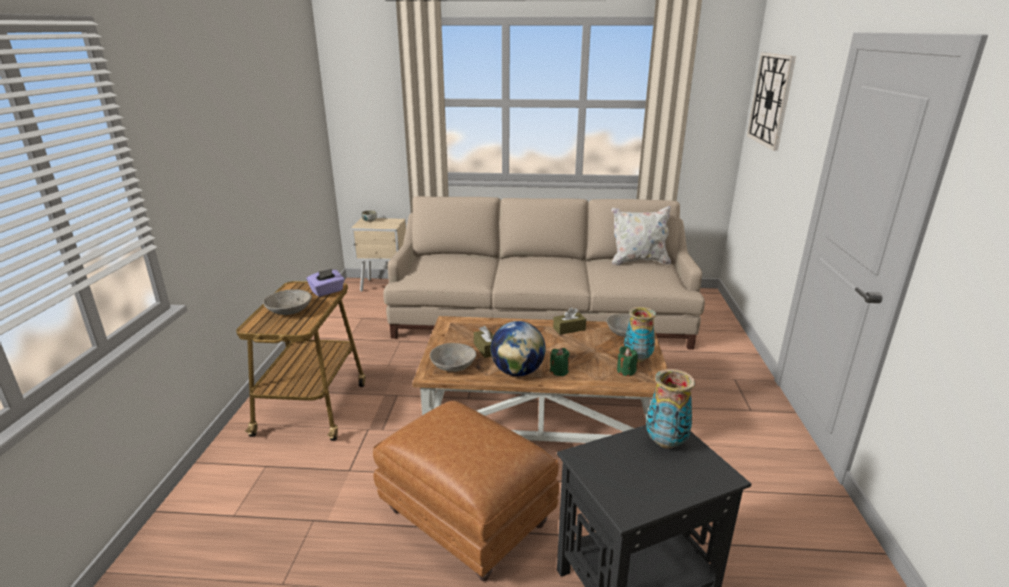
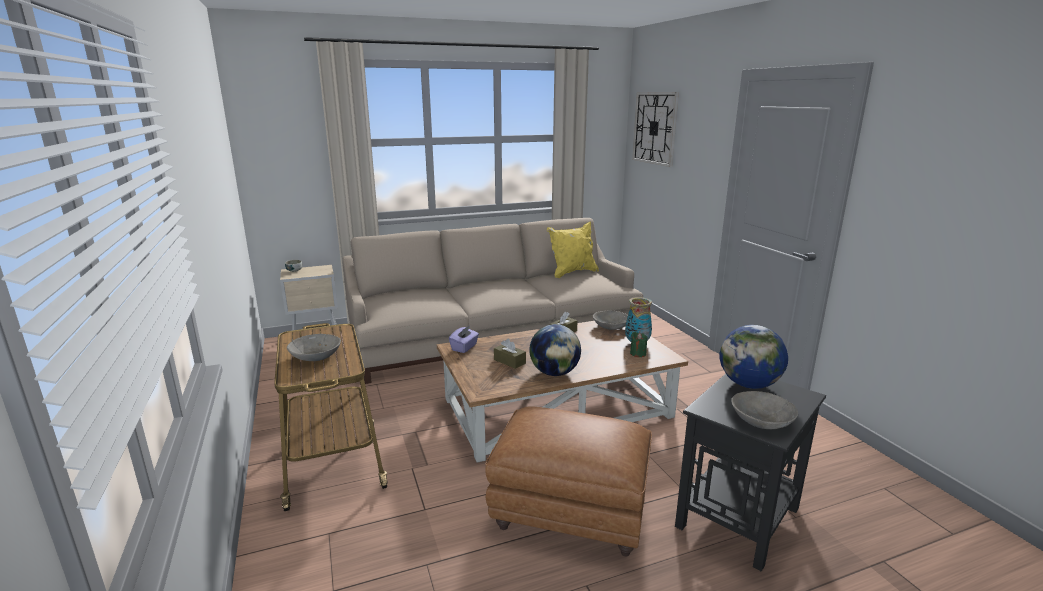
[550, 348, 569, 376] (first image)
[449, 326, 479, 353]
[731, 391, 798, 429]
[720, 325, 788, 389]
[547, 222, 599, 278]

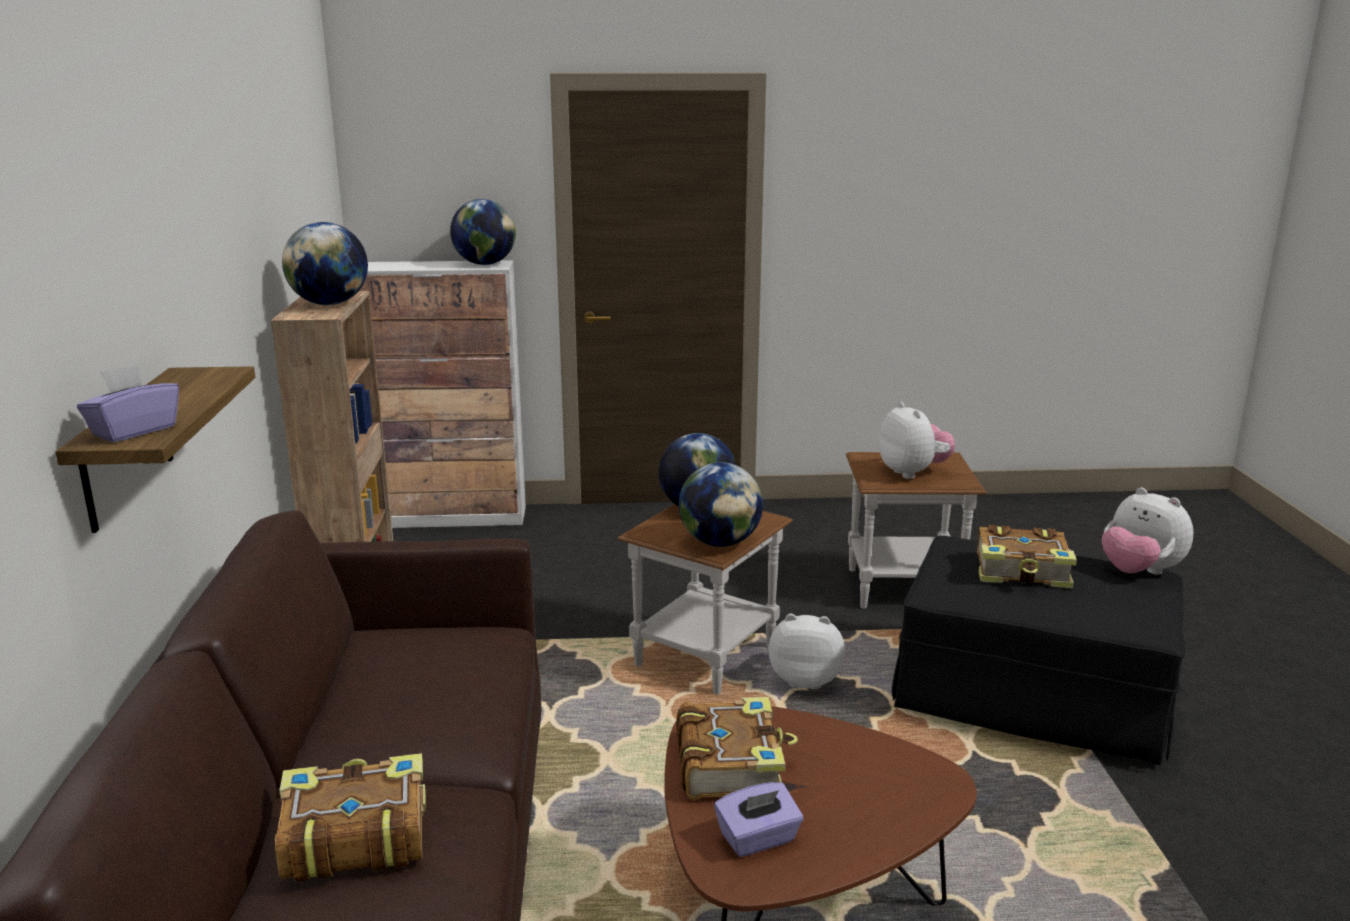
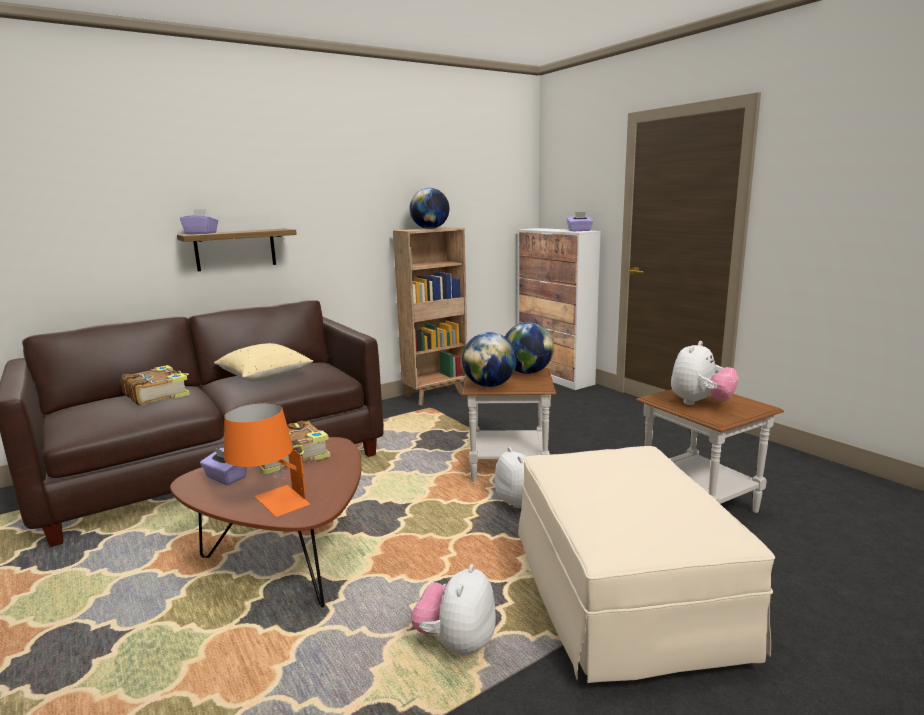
[977, 525, 1077, 588] (first image)
[214, 343, 313, 381]
[224, 403, 310, 517]
[411, 564, 496, 656]
[567, 212, 593, 231]
[518, 446, 775, 683]

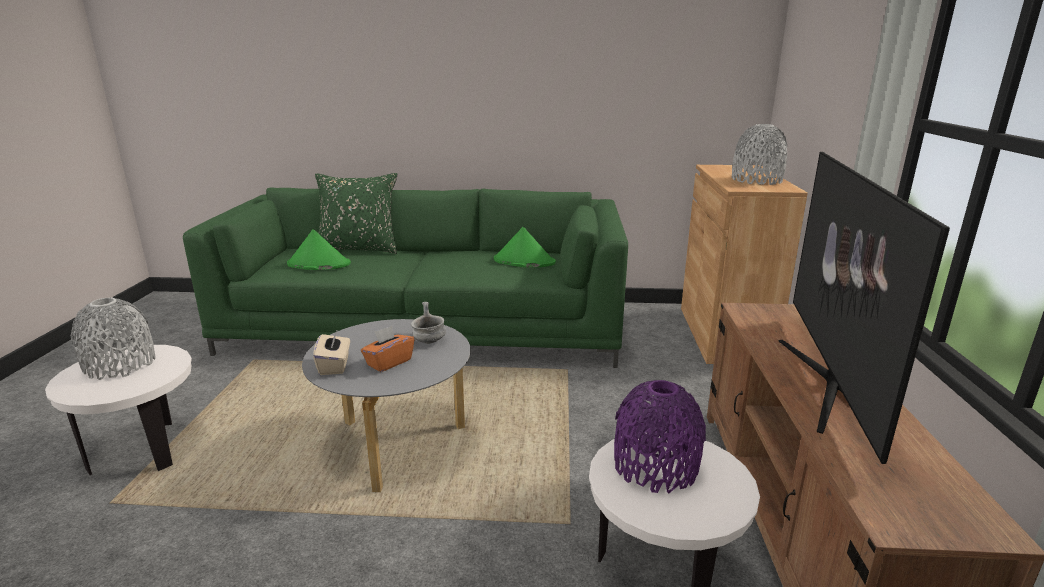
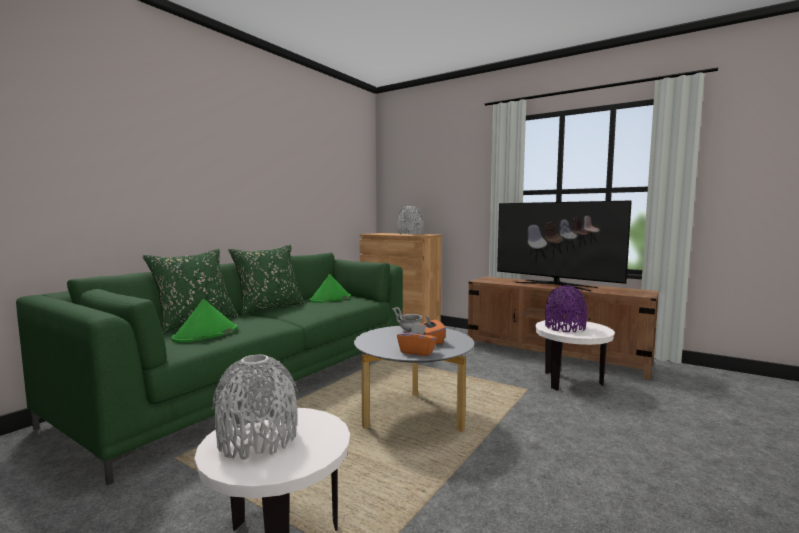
[228, 245, 305, 315]
[397, 324, 437, 356]

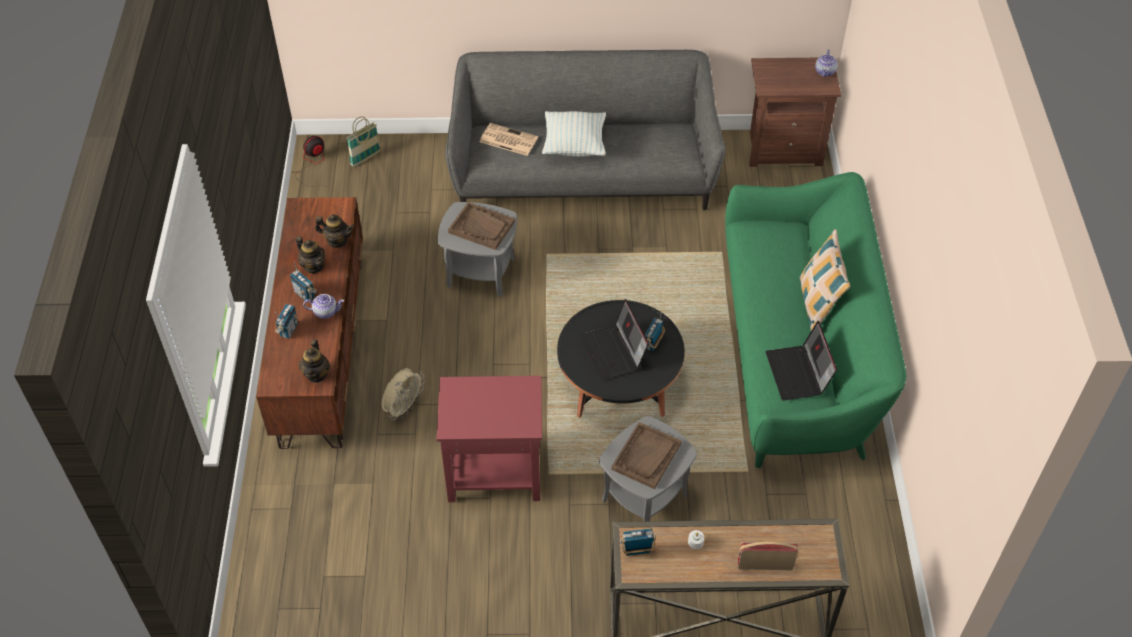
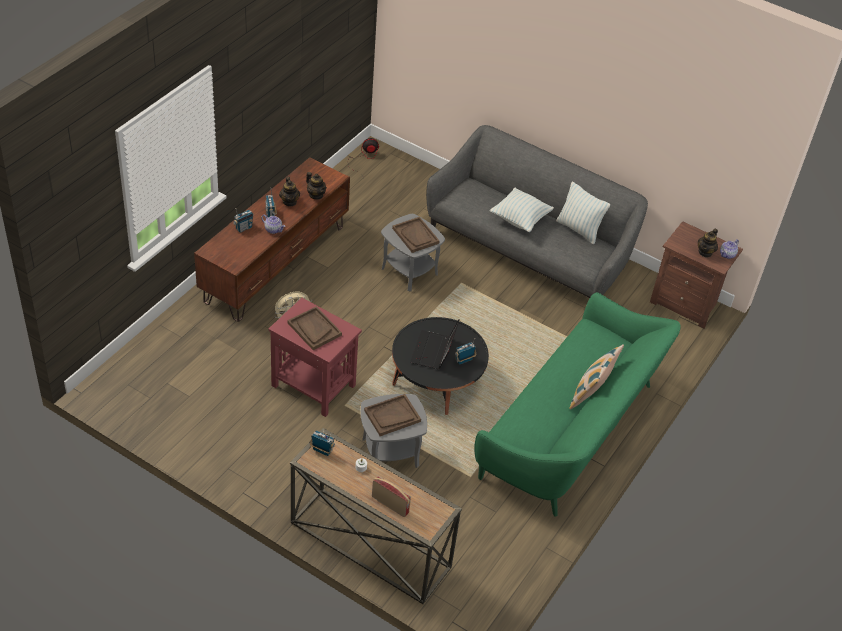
[346, 116, 380, 167] (first image)
[480, 123, 538, 156] (first image)
[765, 321, 837, 401] (first image)
[288, 306, 342, 350]
[556, 182, 610, 244]
[698, 229, 718, 258]

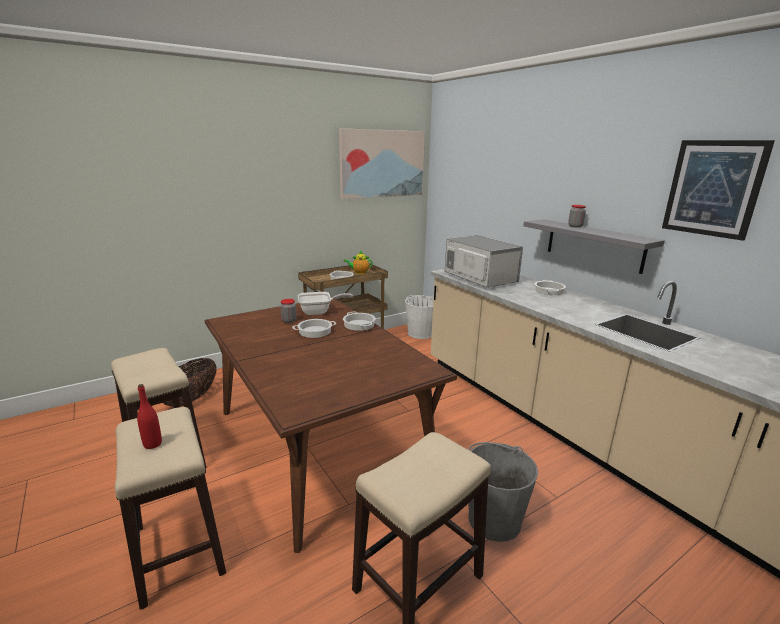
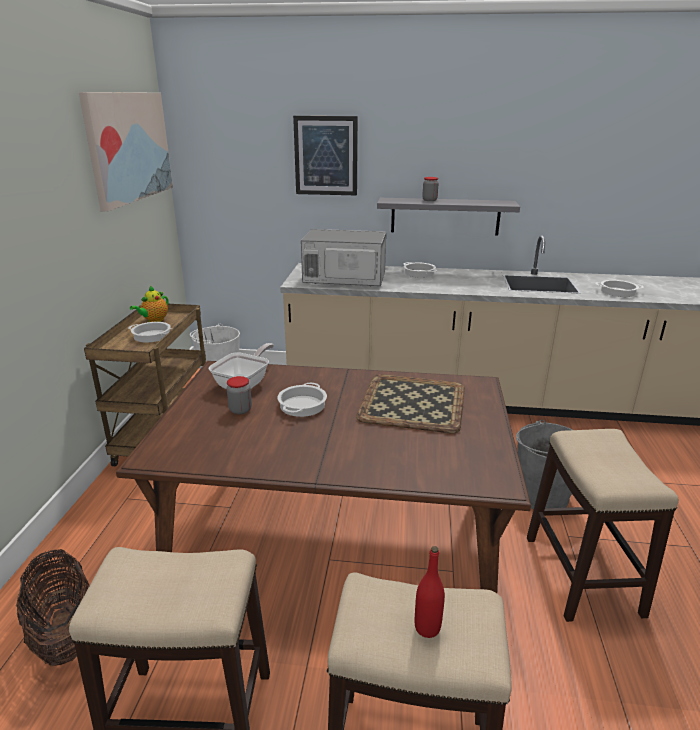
[356, 374, 465, 434]
[595, 280, 644, 297]
[293, 116, 358, 196]

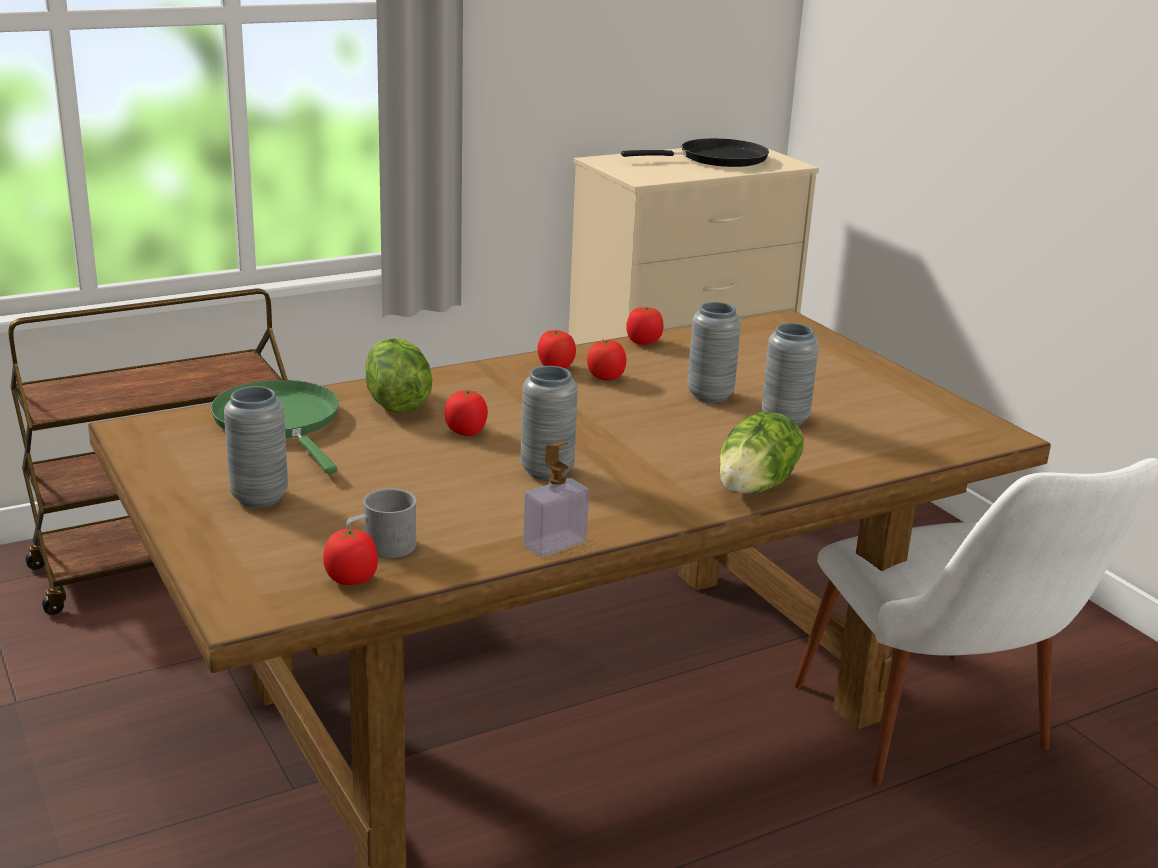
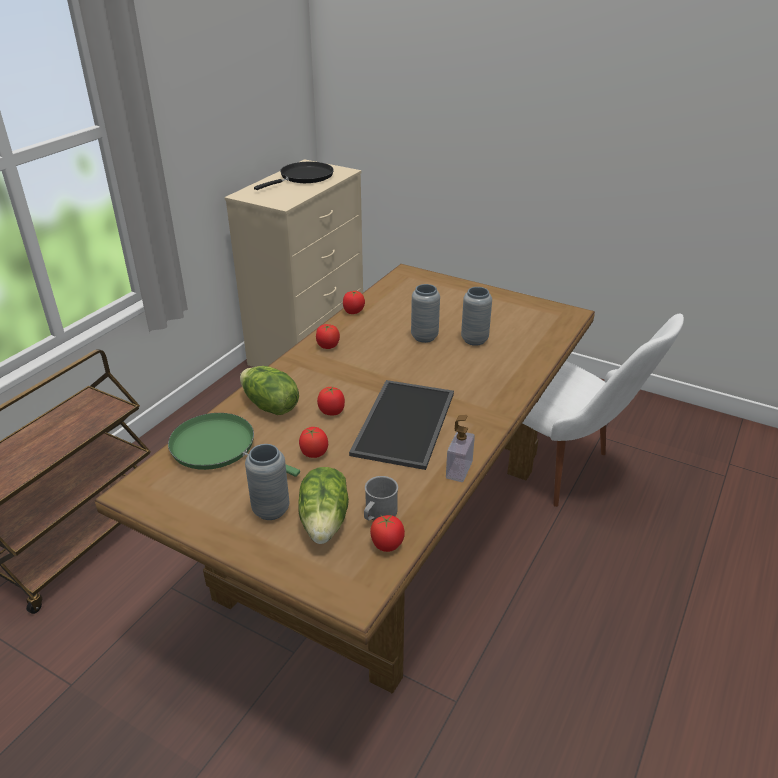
[299, 427, 328, 458]
[298, 467, 349, 544]
[349, 380, 454, 470]

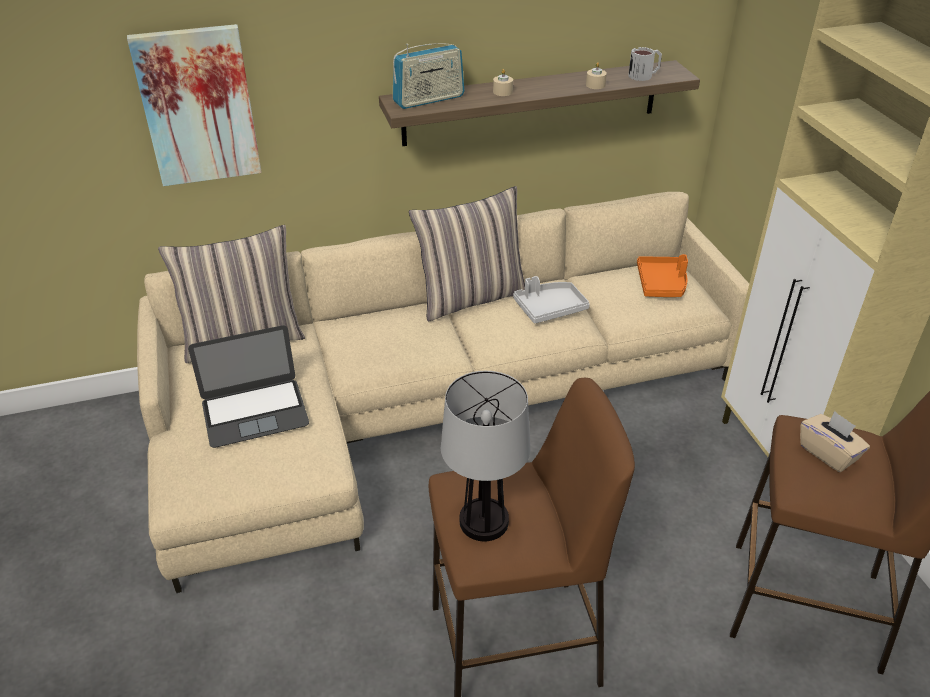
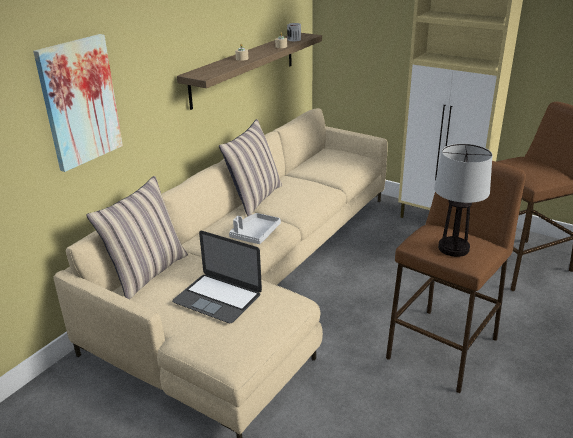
[393, 43, 464, 109] (first image)
[637, 254, 688, 297] (first image)
[800, 411, 870, 472] (first image)
[229, 213, 281, 244]
[172, 231, 262, 323]

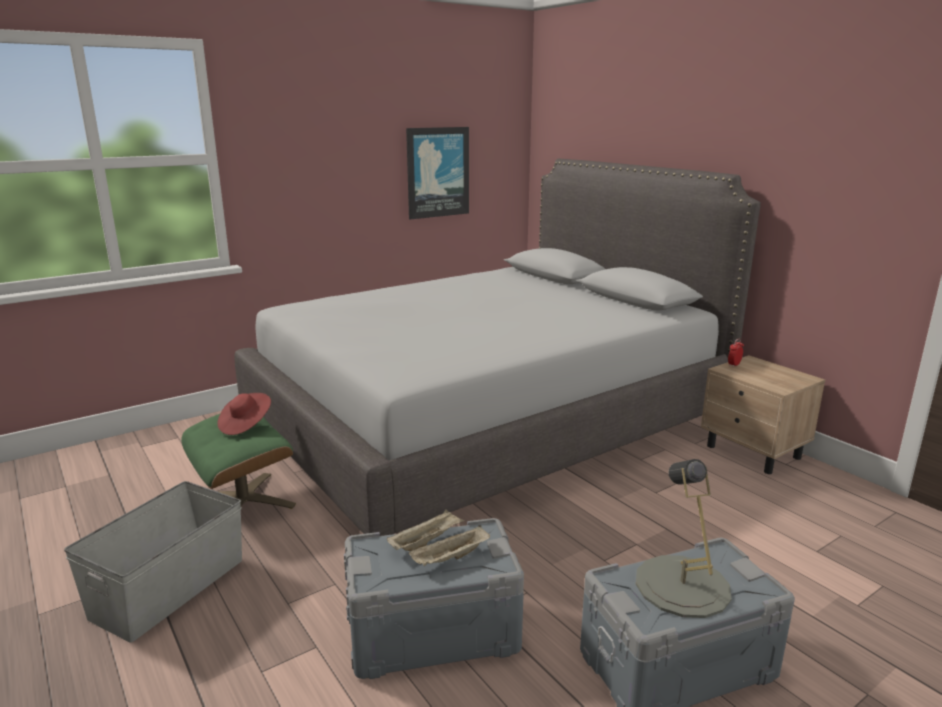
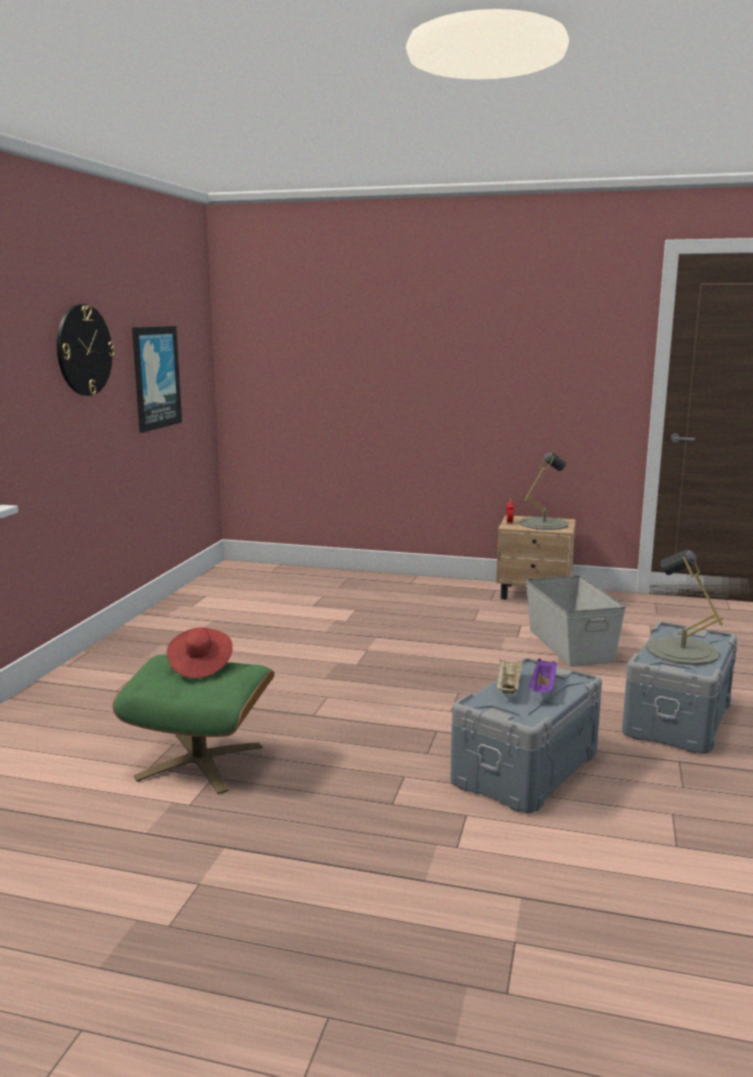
[235, 159, 761, 536] (first image)
[57, 304, 115, 396]
[520, 452, 569, 530]
[526, 576, 626, 667]
[528, 659, 557, 693]

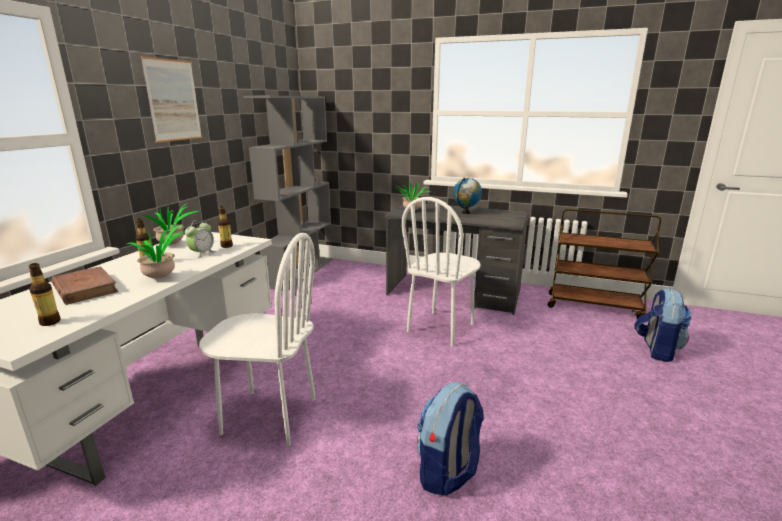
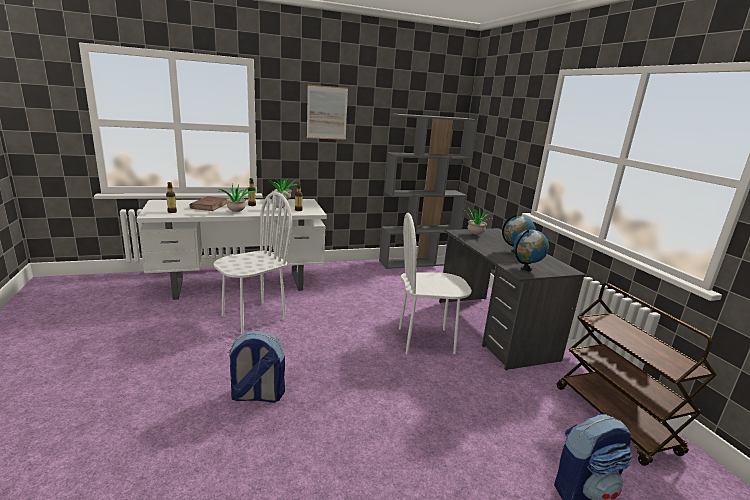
[513, 229, 549, 271]
[213, 192, 292, 334]

